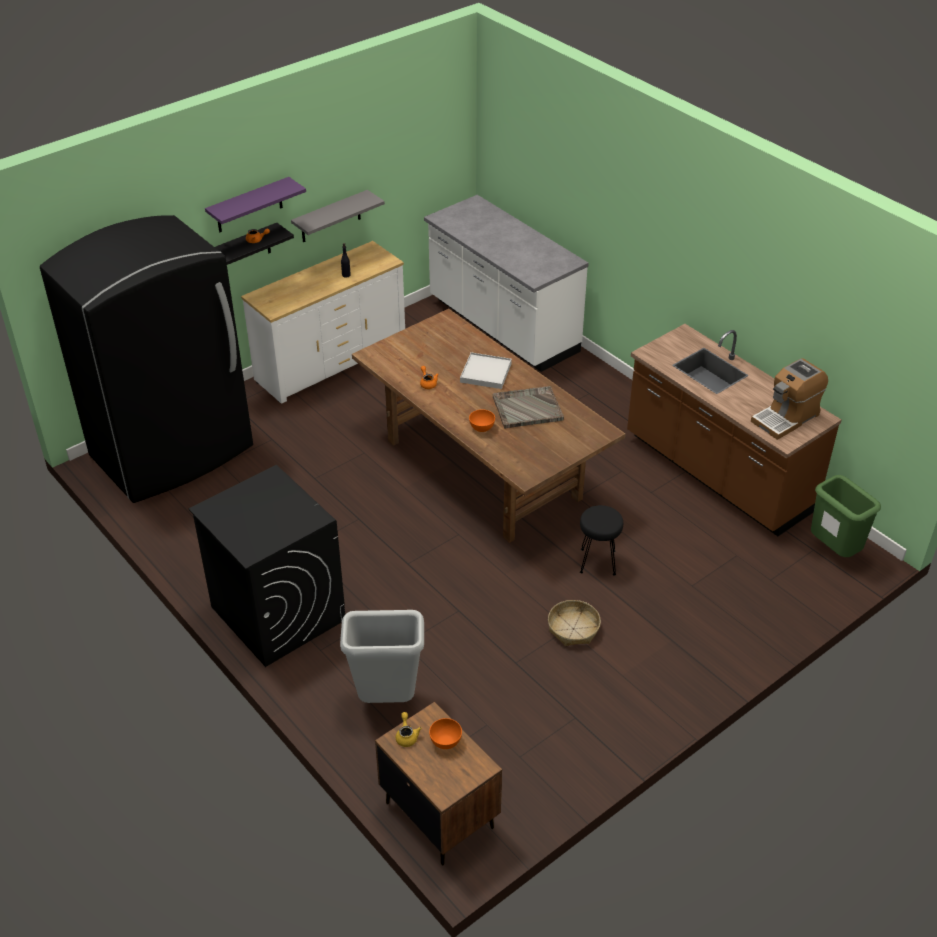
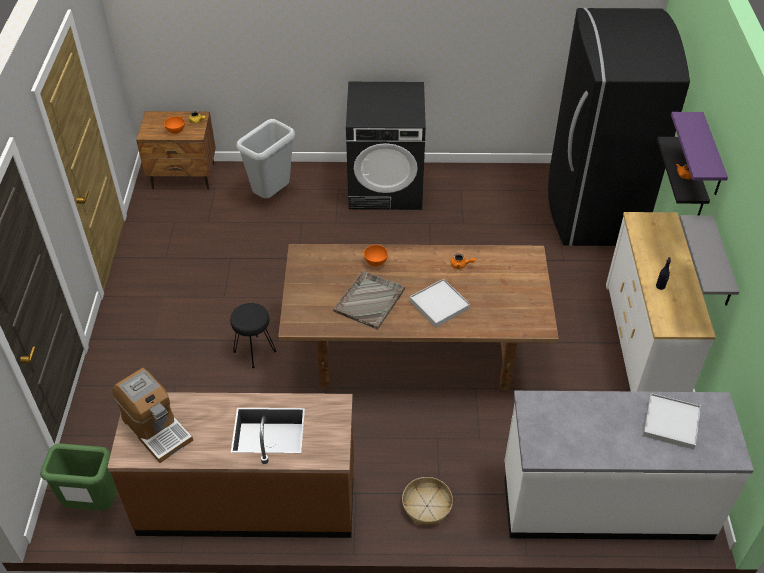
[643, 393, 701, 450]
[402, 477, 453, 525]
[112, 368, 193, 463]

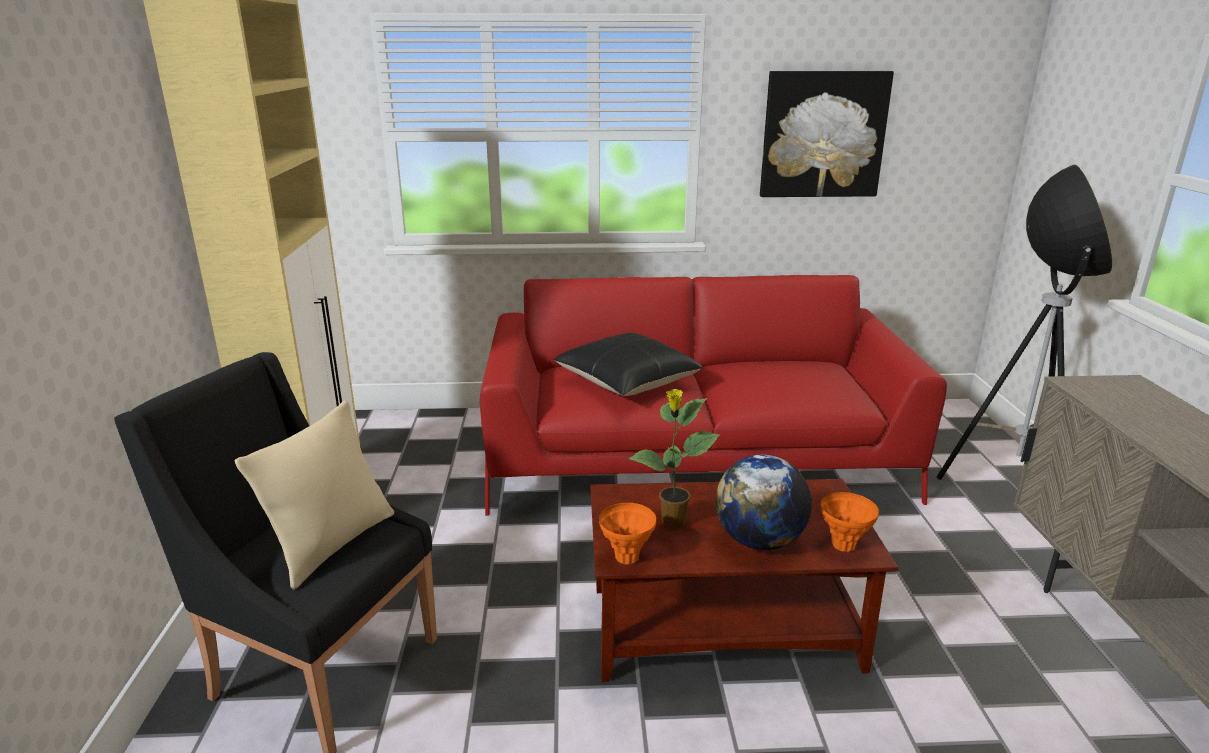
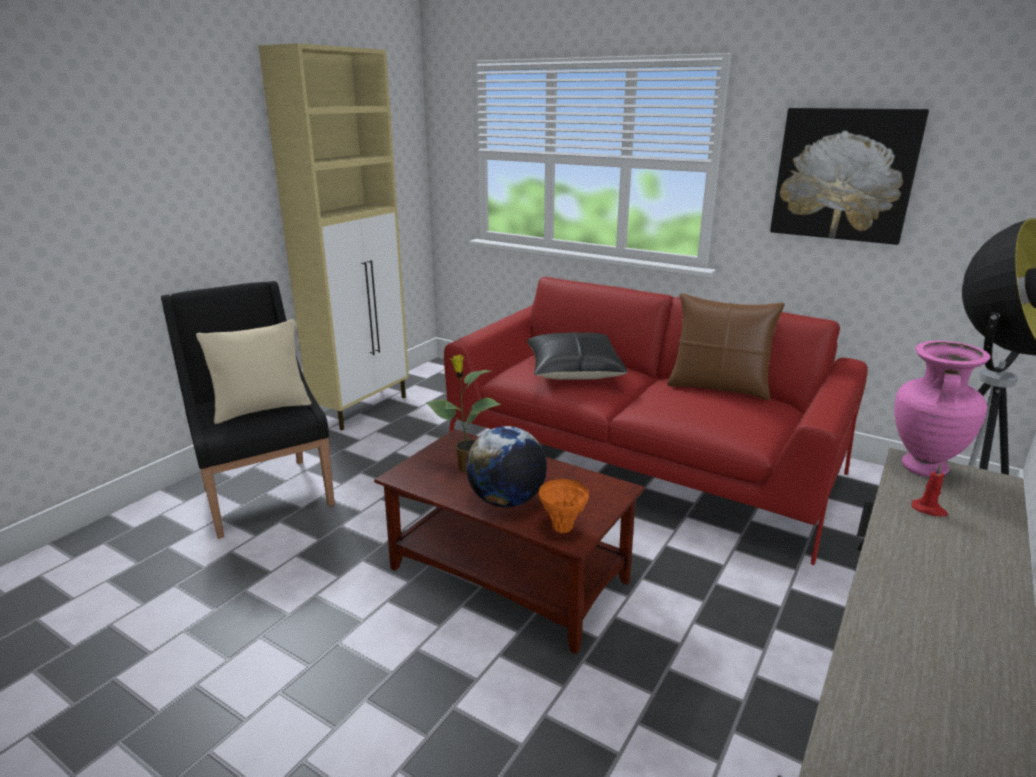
[599, 503, 656, 565] (first image)
[667, 293, 785, 400]
[894, 341, 991, 477]
[911, 464, 948, 516]

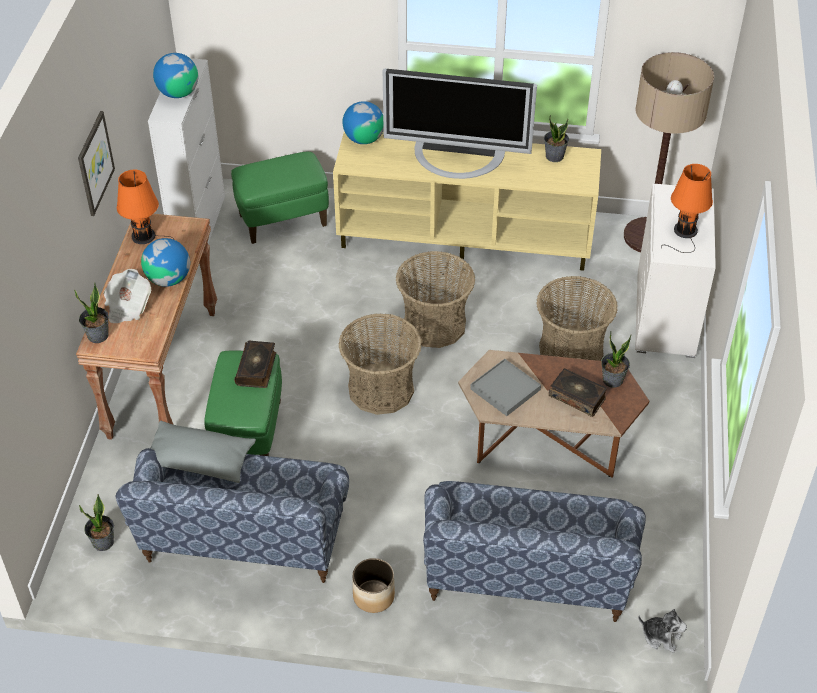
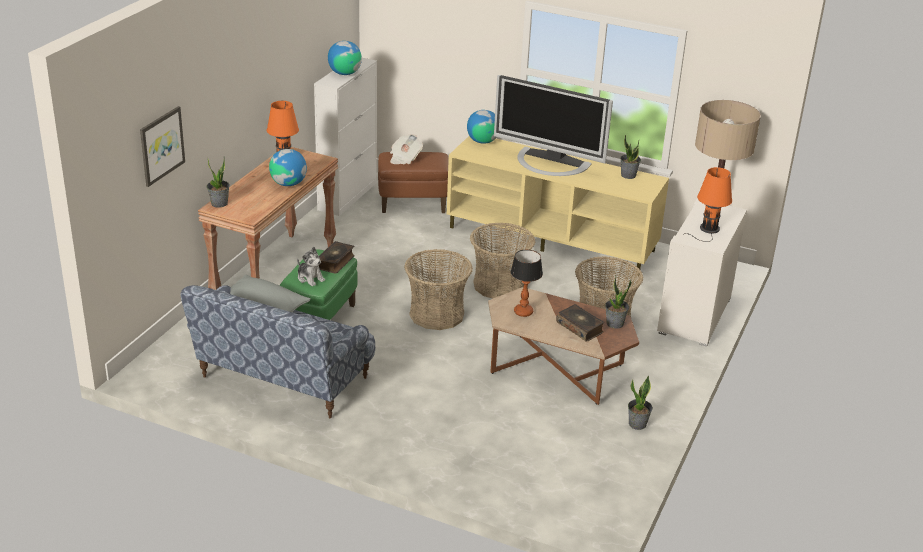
[352, 558, 395, 613] (first image)
[423, 481, 646, 622] (first image)
[140, 106, 185, 187]
[628, 375, 653, 430]
[390, 134, 423, 164]
[297, 246, 325, 286]
[511, 250, 543, 317]
[378, 152, 449, 213]

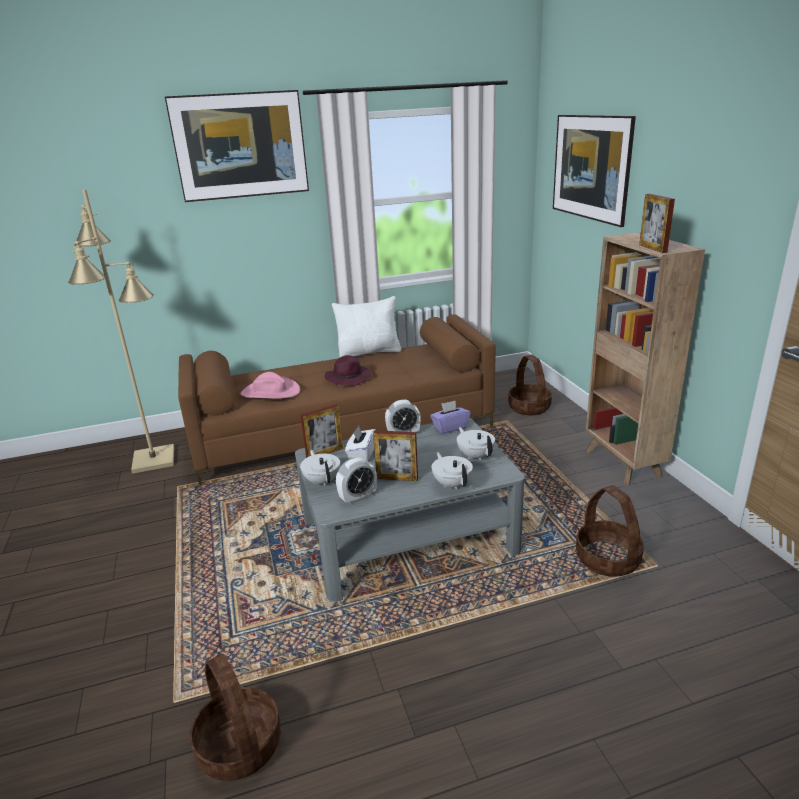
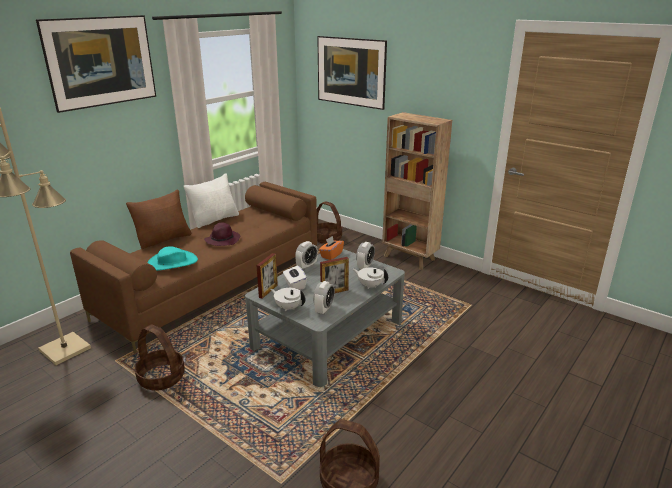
[639, 194, 675, 253] (first image)
[126, 189, 191, 249]
[135, 324, 185, 391]
[356, 242, 375, 270]
[147, 247, 198, 271]
[319, 236, 344, 260]

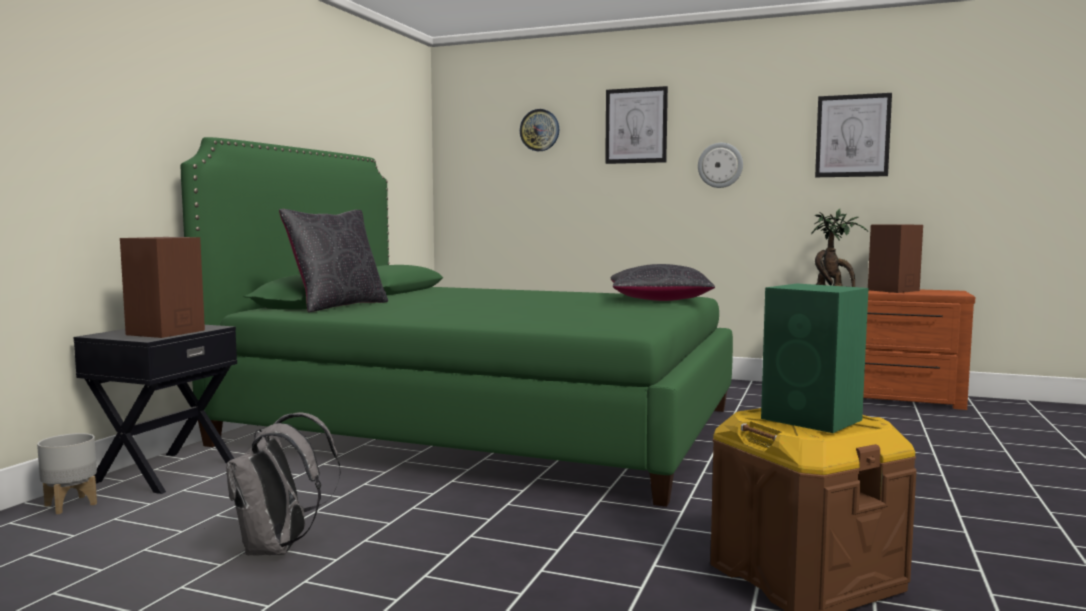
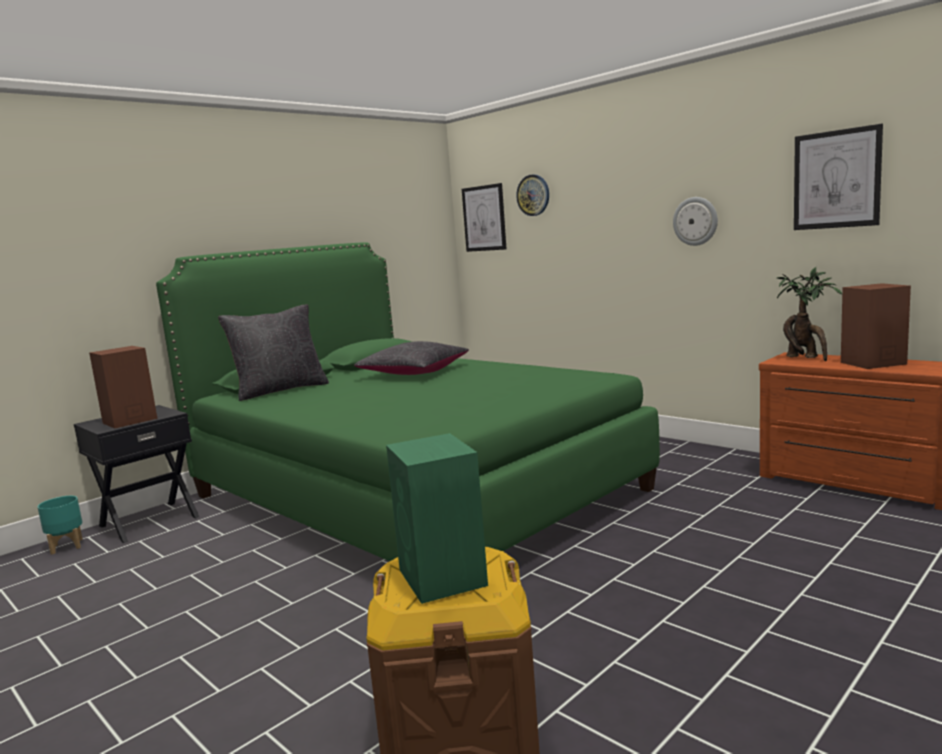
[226, 412, 341, 555] (first image)
[462, 183, 506, 252]
[354, 341, 469, 375]
[37, 496, 83, 555]

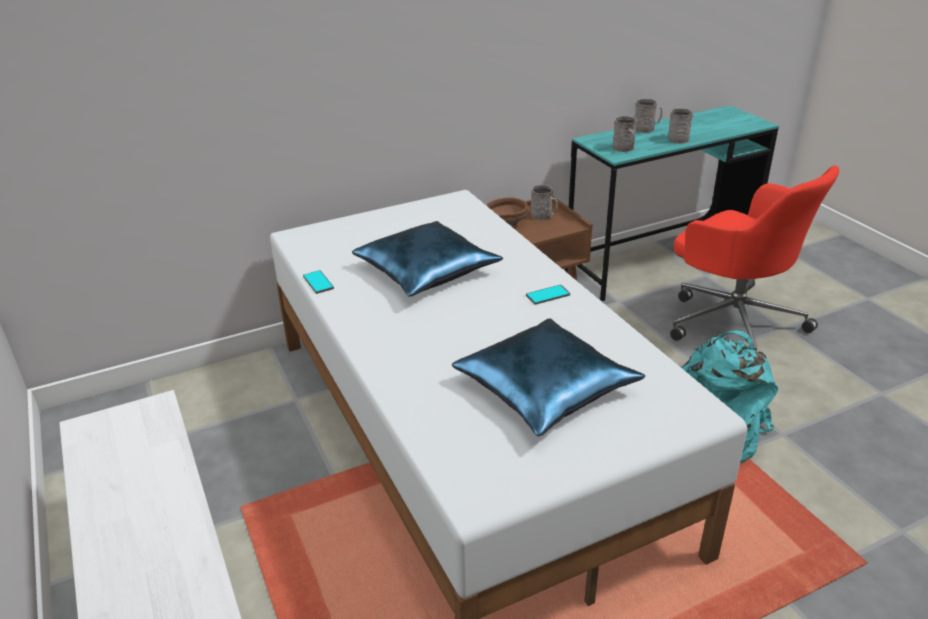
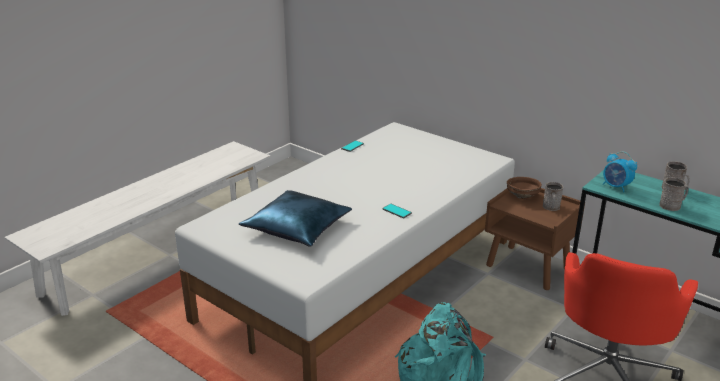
[352, 221, 503, 297] (first image)
[603, 152, 637, 192]

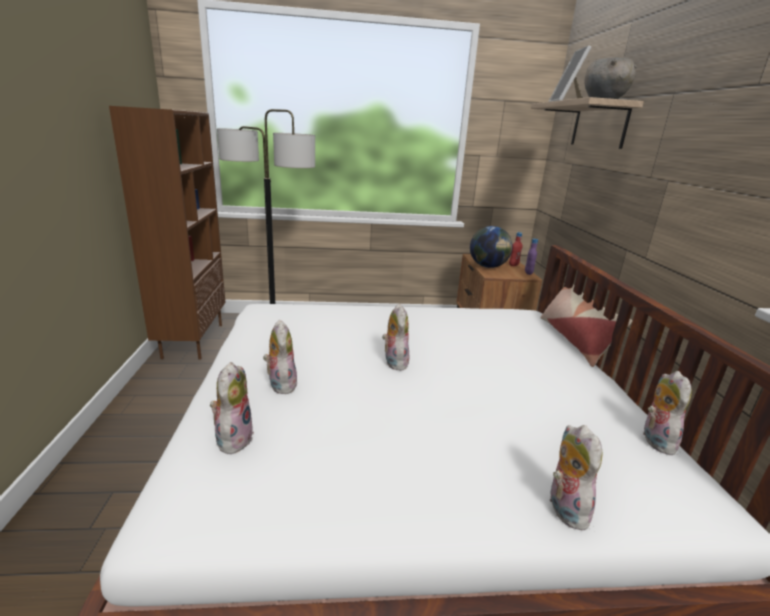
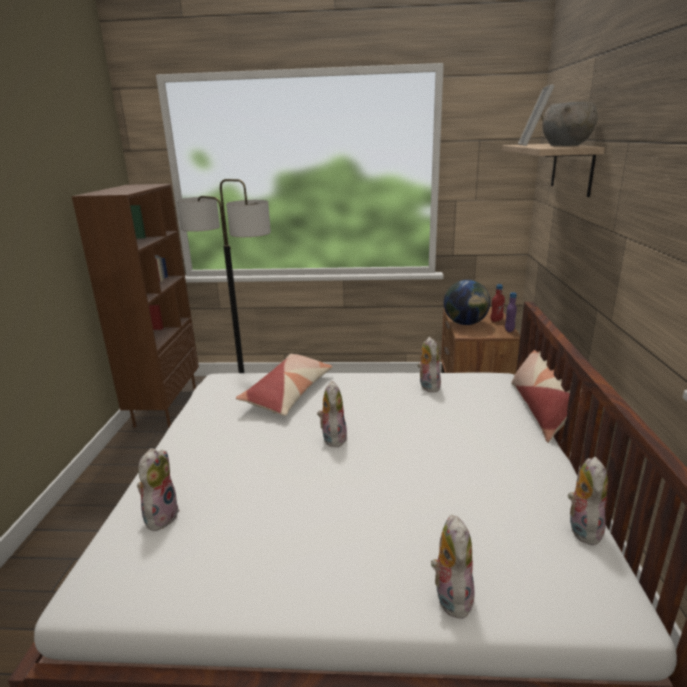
[236, 354, 333, 416]
[417, 337, 441, 393]

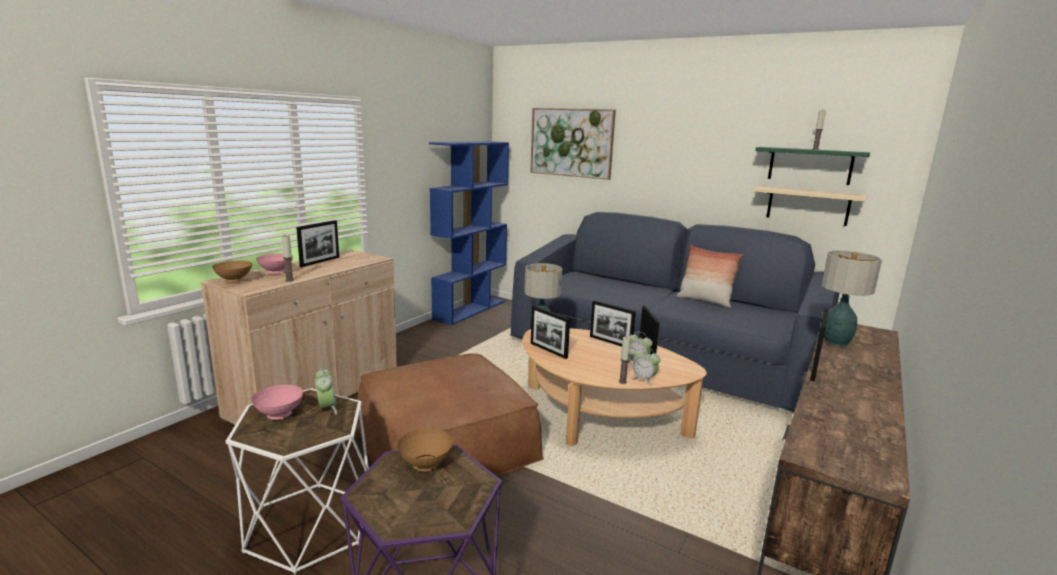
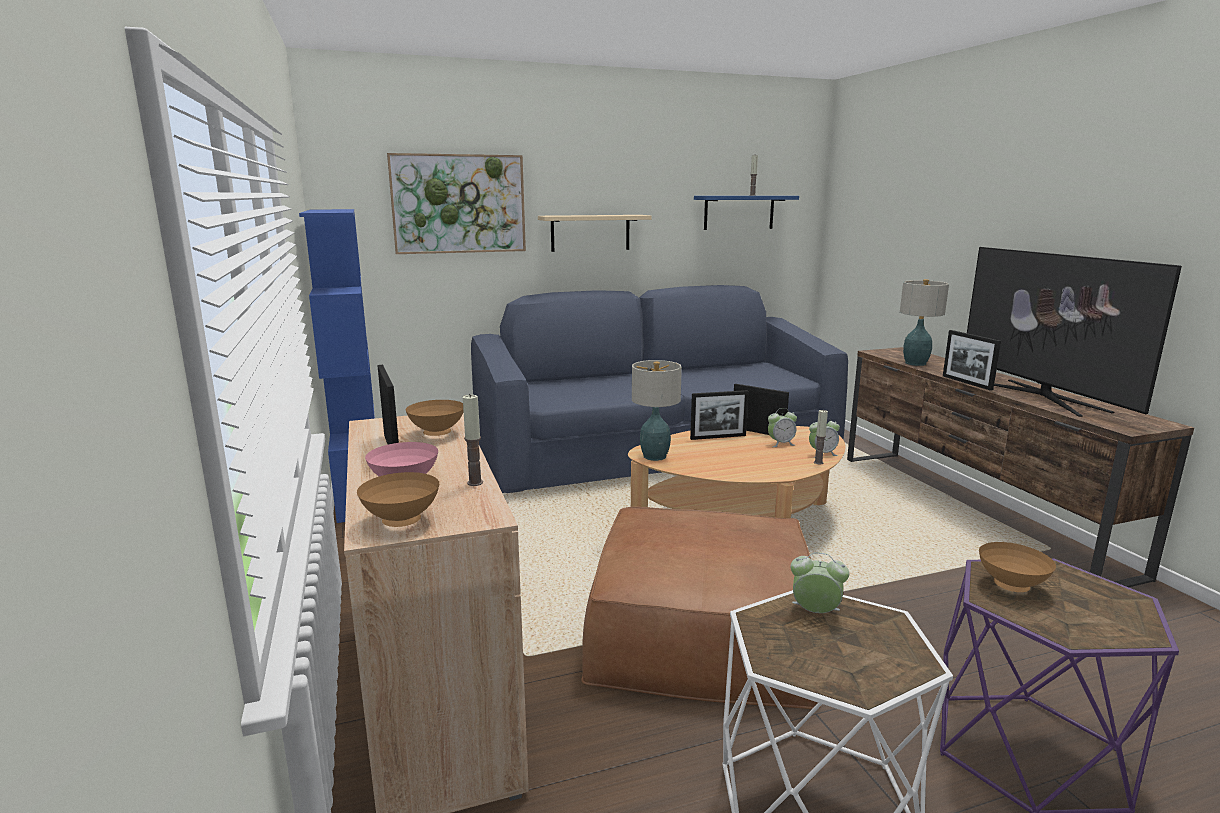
[251, 385, 303, 420] (first image)
[531, 306, 570, 359] (first image)
[677, 245, 743, 308] (first image)
[406, 400, 464, 436]
[967, 247, 1182, 417]
[538, 215, 652, 252]
[694, 196, 799, 230]

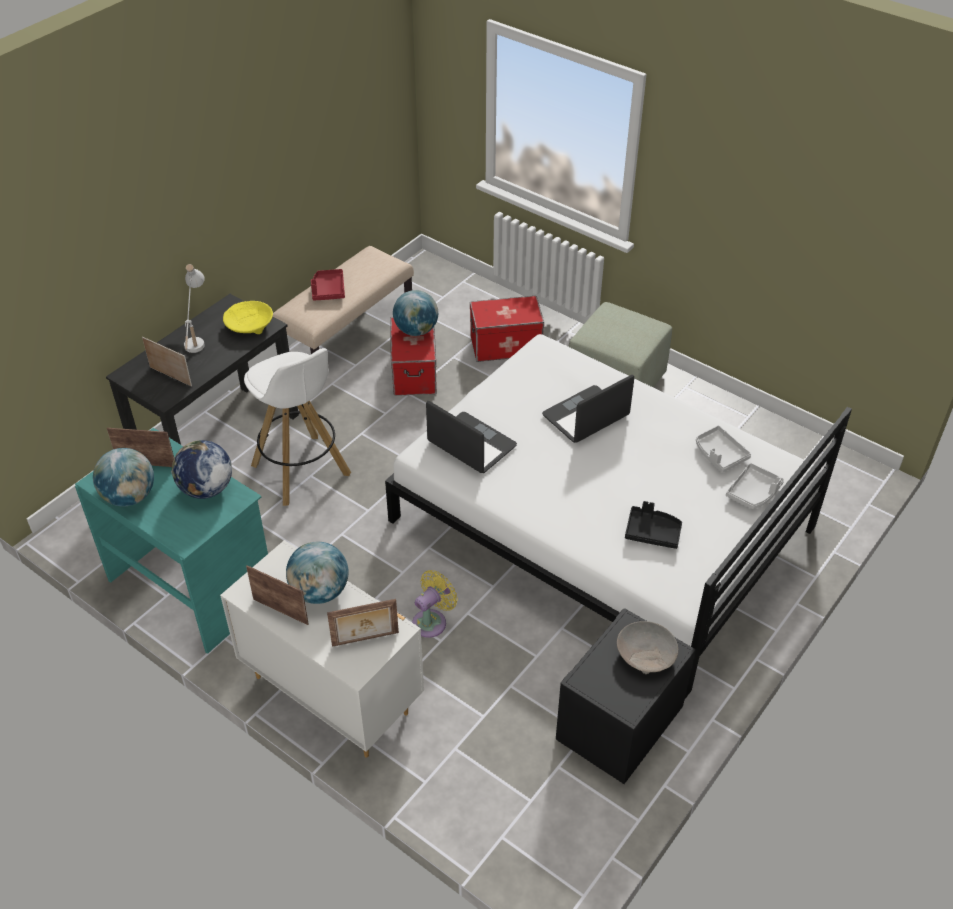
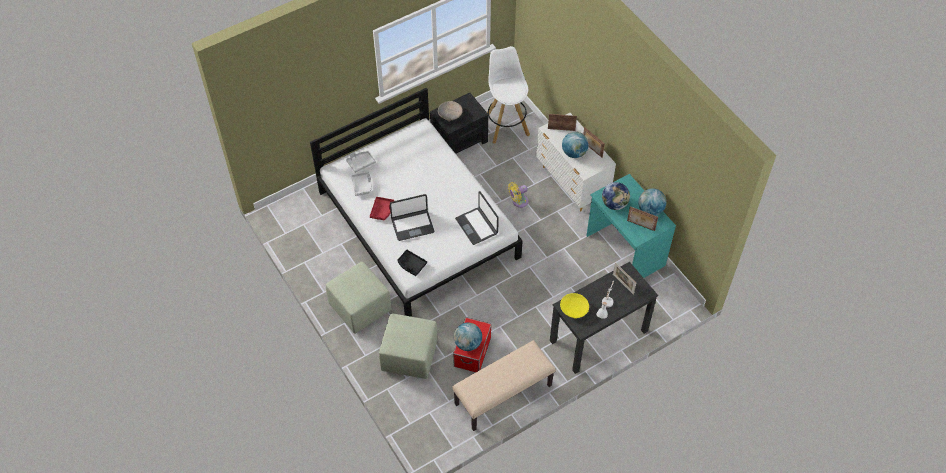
[487, 46, 530, 143]
[370, 197, 394, 220]
[397, 250, 427, 276]
[379, 314, 438, 379]

